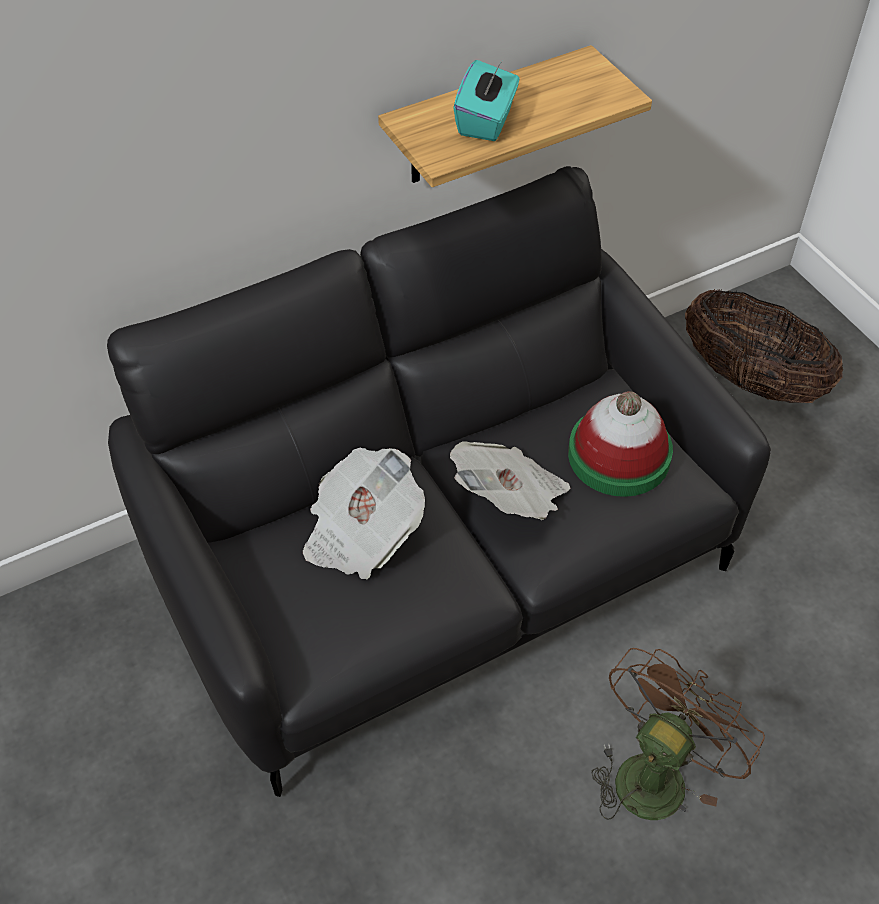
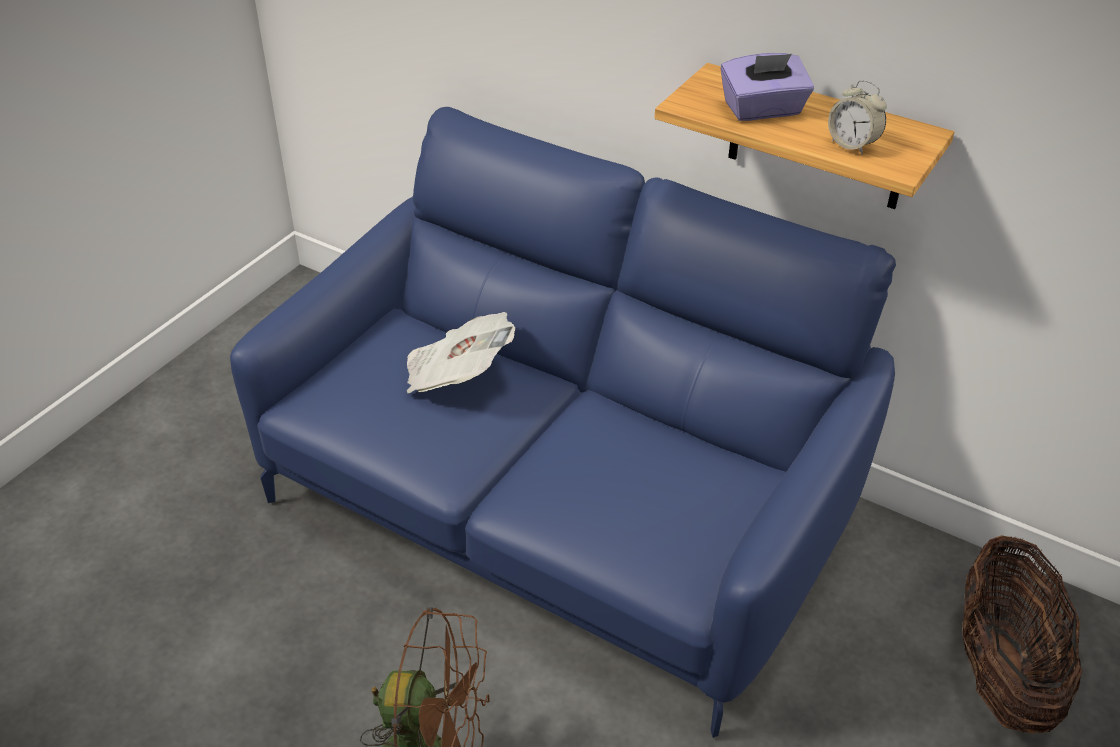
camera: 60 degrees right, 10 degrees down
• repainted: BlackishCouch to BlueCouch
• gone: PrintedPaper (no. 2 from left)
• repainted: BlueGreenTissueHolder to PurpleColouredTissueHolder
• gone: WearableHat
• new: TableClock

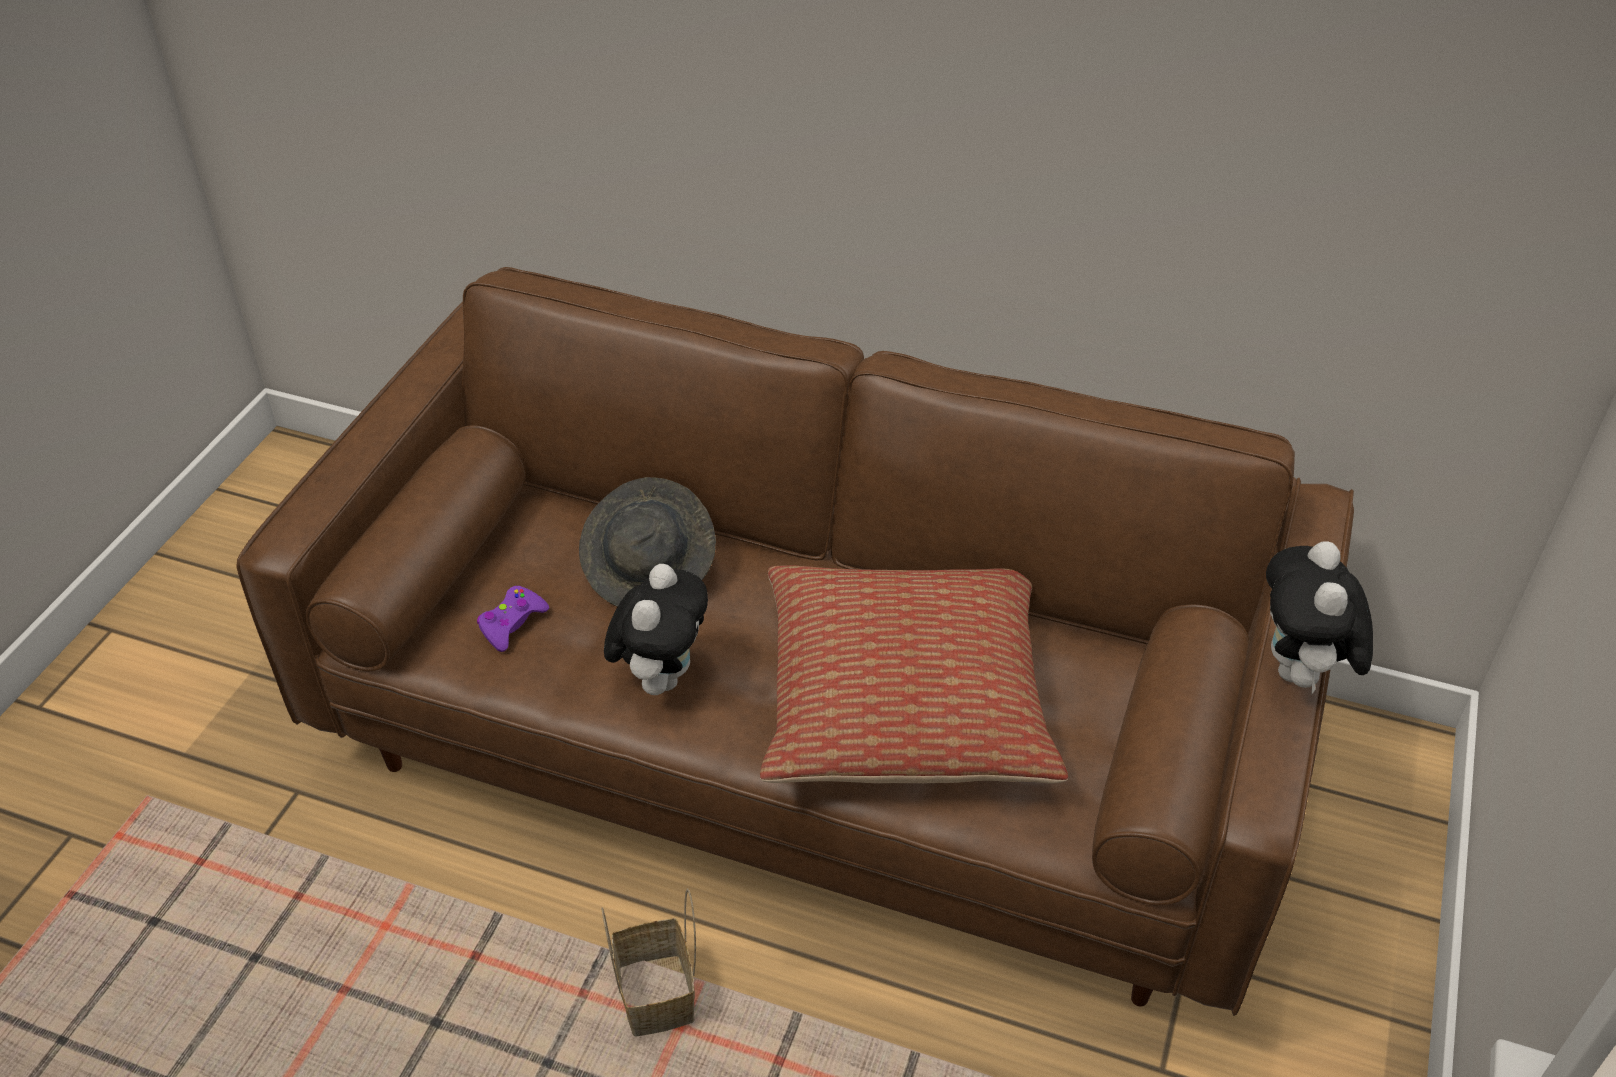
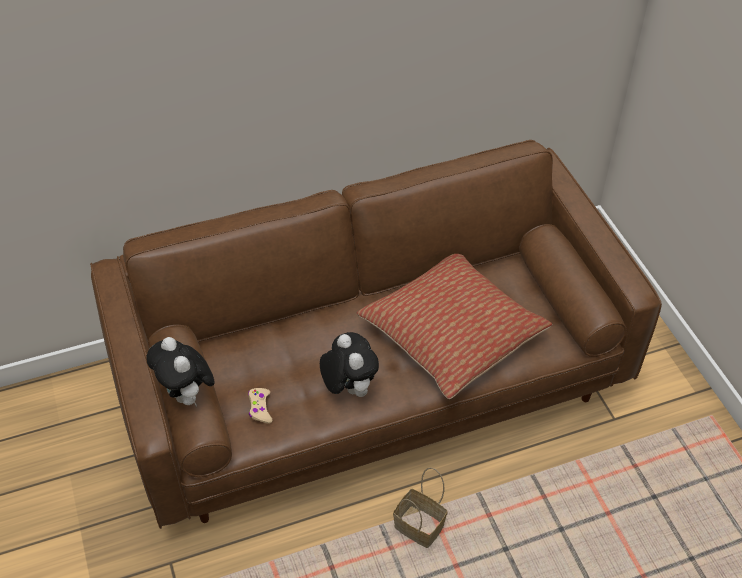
camera: 40 degrees left, 5 degrees up
• repainted: PurpleColouredGameController to BeigeGameController
• gone: GrayWearableHat
• shifted: SoftToy (no. 2 from left in the first image) to SoftToy (no. 1 from left)

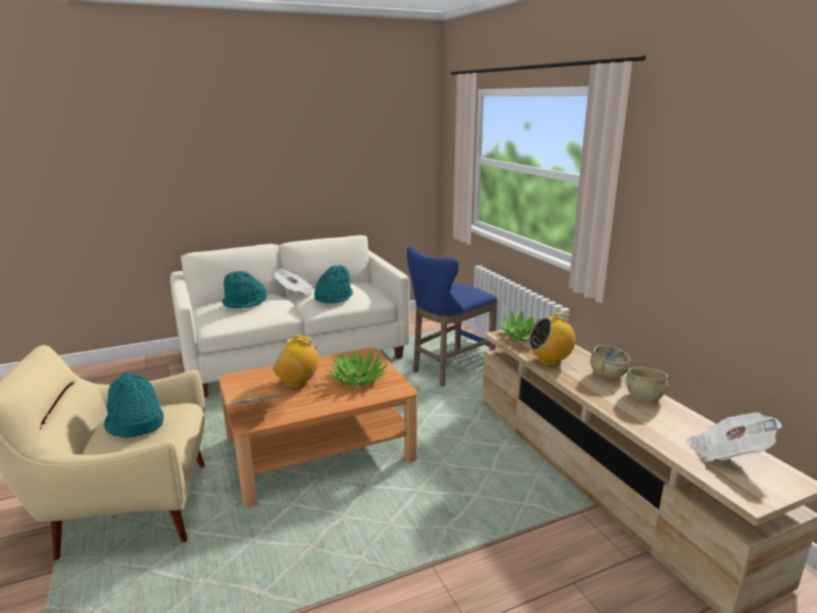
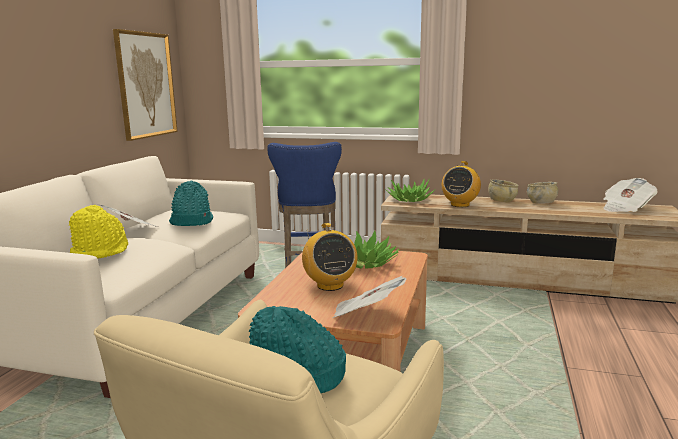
camera: 50 degrees left, 5 degrees down
• repainted: BlueGreenWearableHat (no. 2 from left) to YellowColouredWearableHat
• rotated: RadioSet (no. 1 from left) 60 degrees counterclockwise
• new: Picture

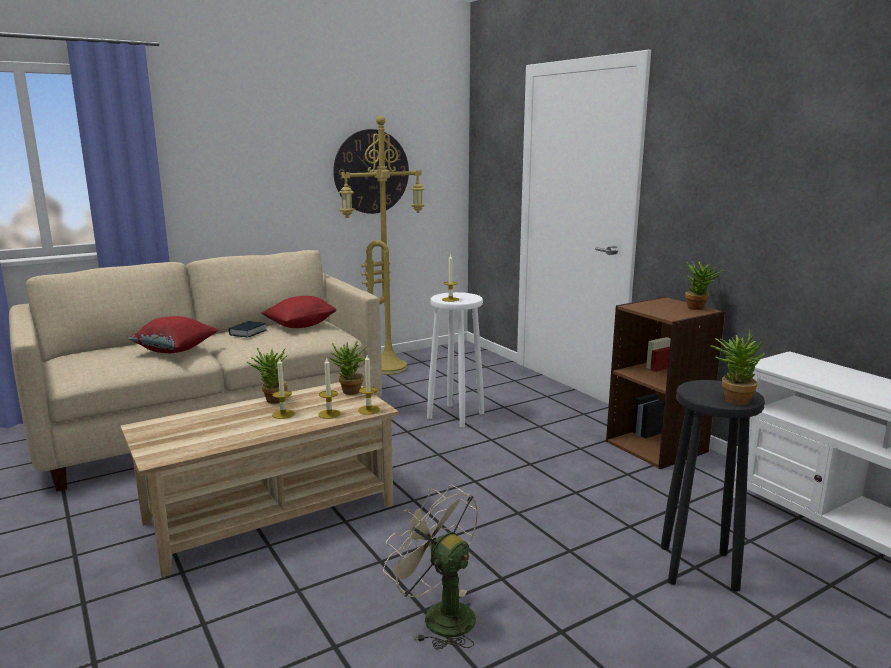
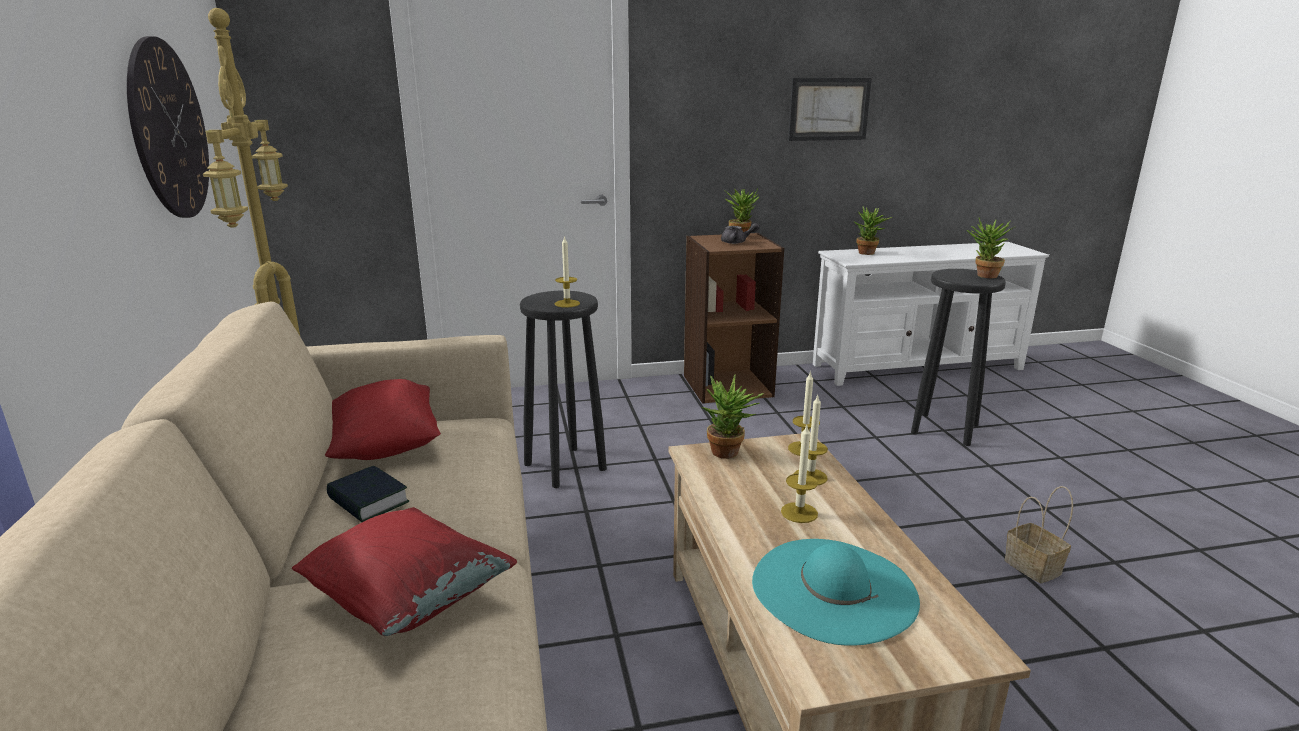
camera: 70 degrees left, 5 degrees up
• shifted: Houseplant (no. 1 from left in the first image) to Houseplant (no. 3 from left)
• swapped: BeigeCoolingFan to StorageBasket
• repainted: WhitishStool to BlackishStool (no. 1 from left)
• new: GrayTeapot
• new: BlueGreenWearableHat
• new: Picture

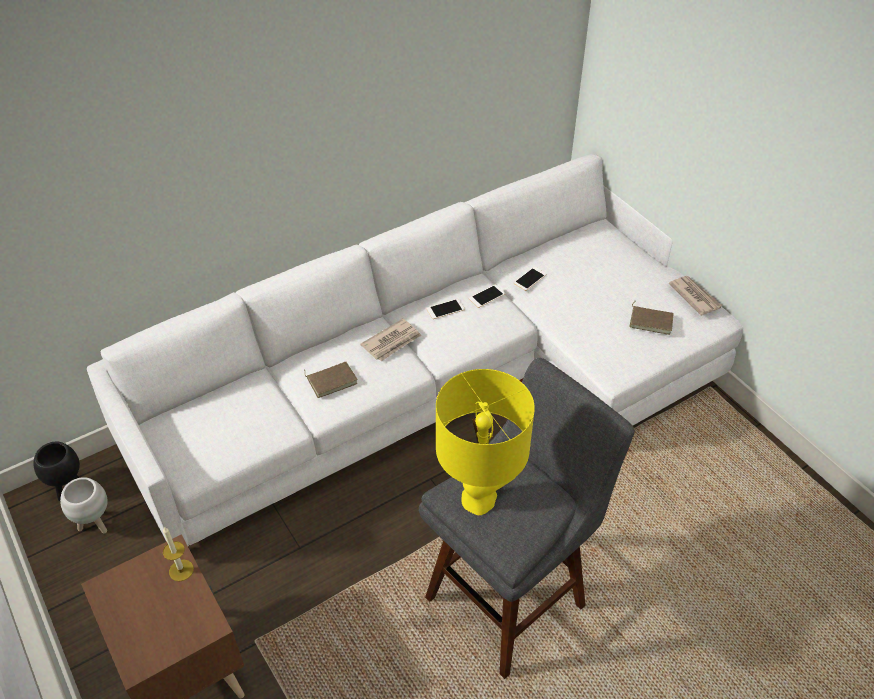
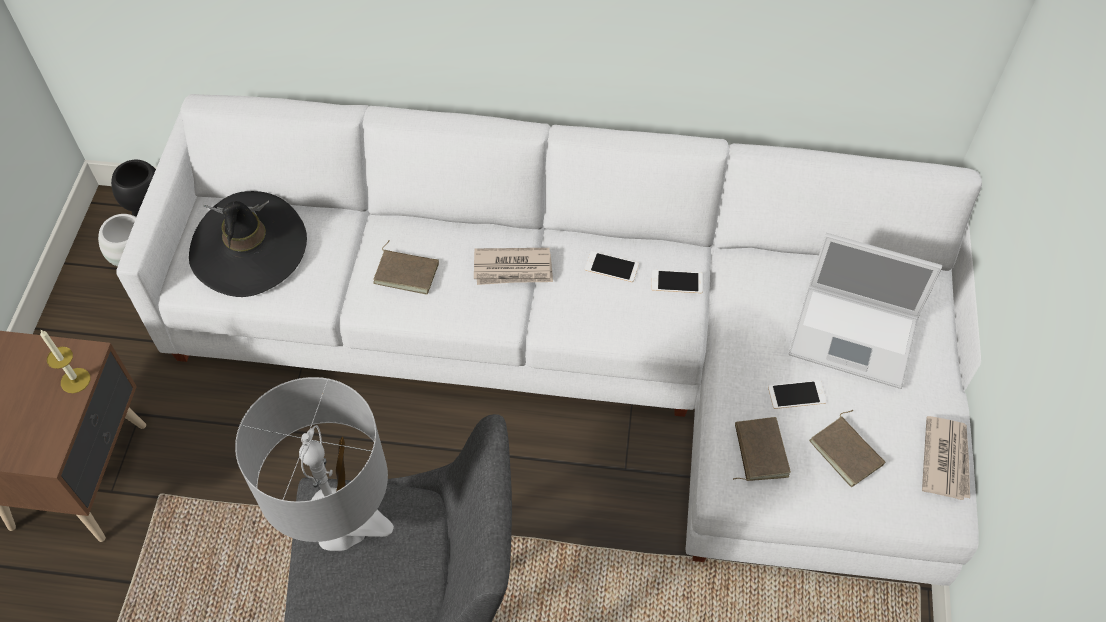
camera: 40 degrees right, 10 degrees up
• repainted: YellowColouredTabletopLamp to GrayTabletopLamp
• shifted: Handset (no. 3 from left)
• new: BlackishWearableHat
• new: BrownColouredVolume (no. 2 from left)
• new: PortableComputer

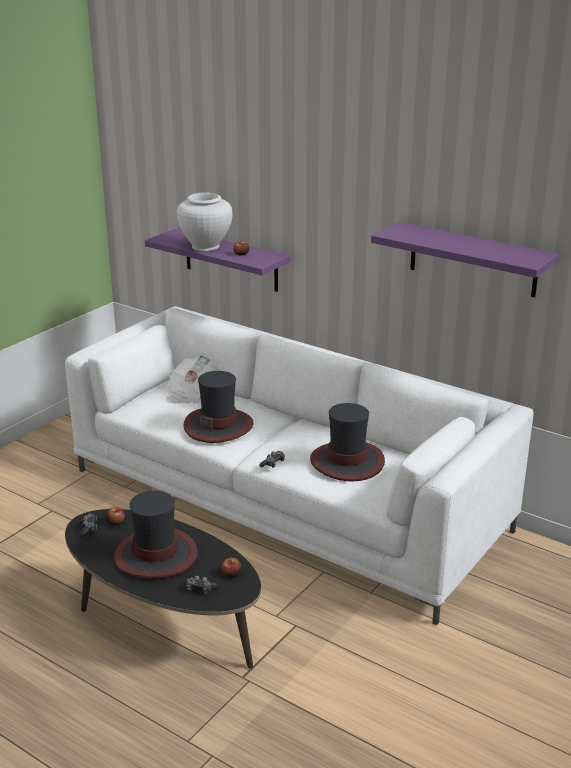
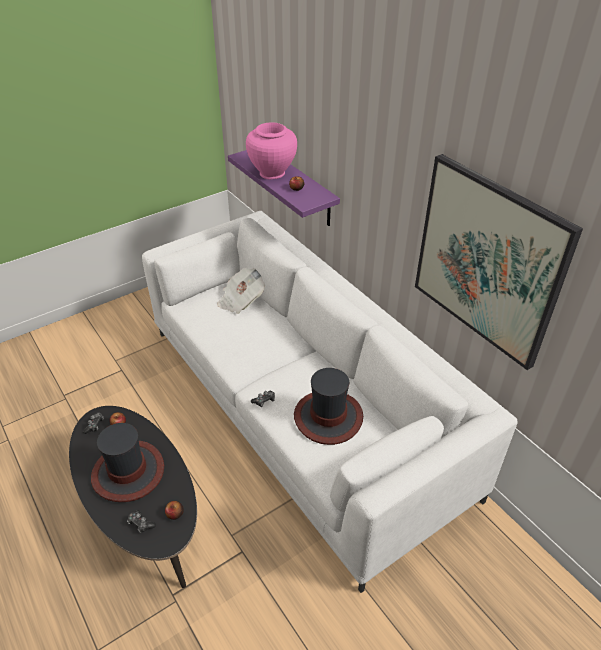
camera: 20 degrees right, 15 degrees up
• repainted: WhitishFlowerVase to PinkColouredFlowerVase
• gone: WearableHat (no. 2 from left)
• swapped: PurpleColouredBracketShelf (no. 2 from left) to Picture

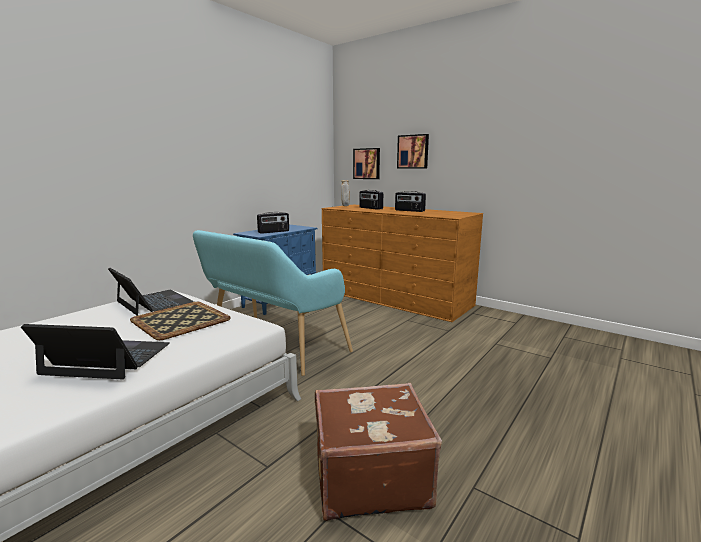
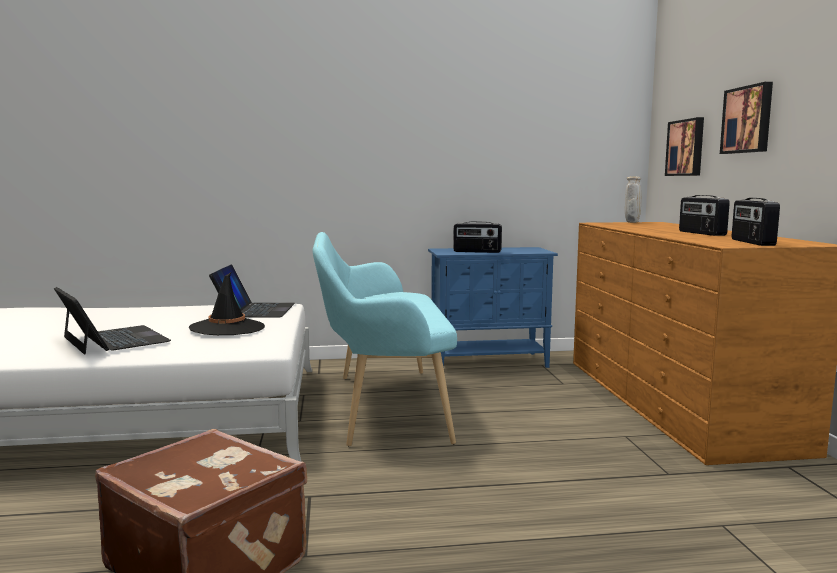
camera: 45 degrees right, 5 degrees down
• swapped: CarryingTray to BlackishWearableHat
• shifted: RadioSet (no. 2 from left in the first image) to RadioSet (no. 3 from left)

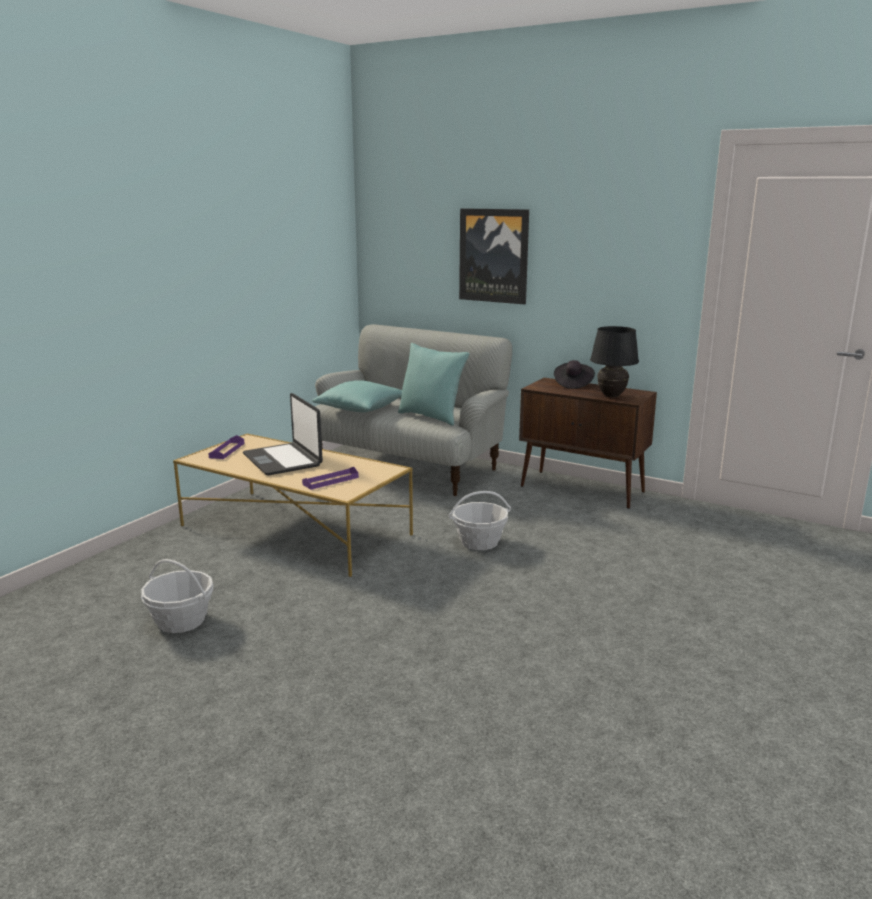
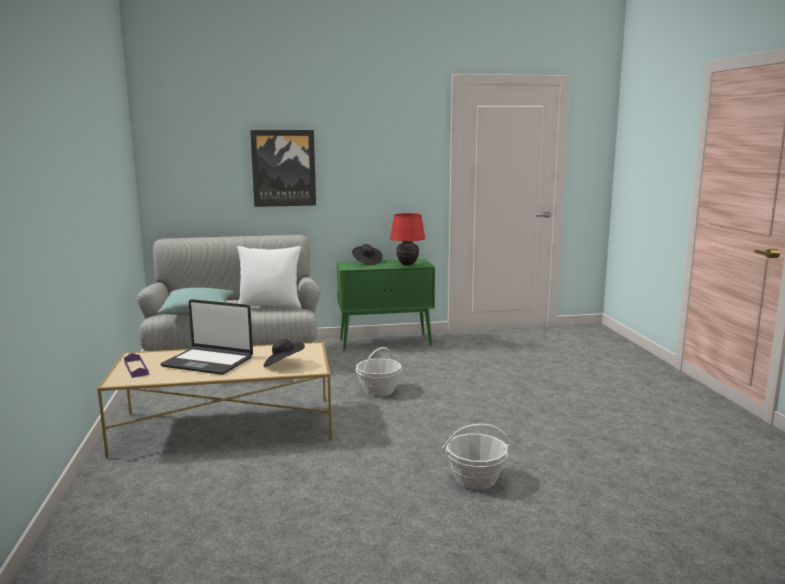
camera: 40 degrees left, 5 degrees down
• shifted: StorageBasket (no. 1 from left in the first image) to StorageBasket (no. 2 from left)
• swapped: PurpleColouredCarryingTray (no. 2 from left) to BlackishWearableHat (no. 1 from left)
• repainted: BlueGreenThrowPillow (no. 2 from left) to WhitishThrowPillow
• repainted: BrownColouredStorageCabinet to GreenStorageCabinet
• repainted: BlackishTabletopLamp to RedColouredTabletopLamp

